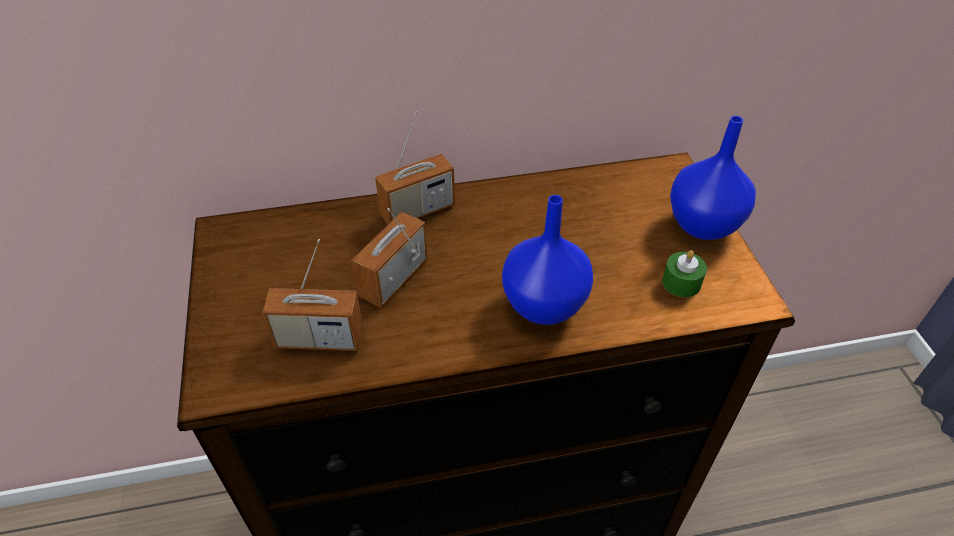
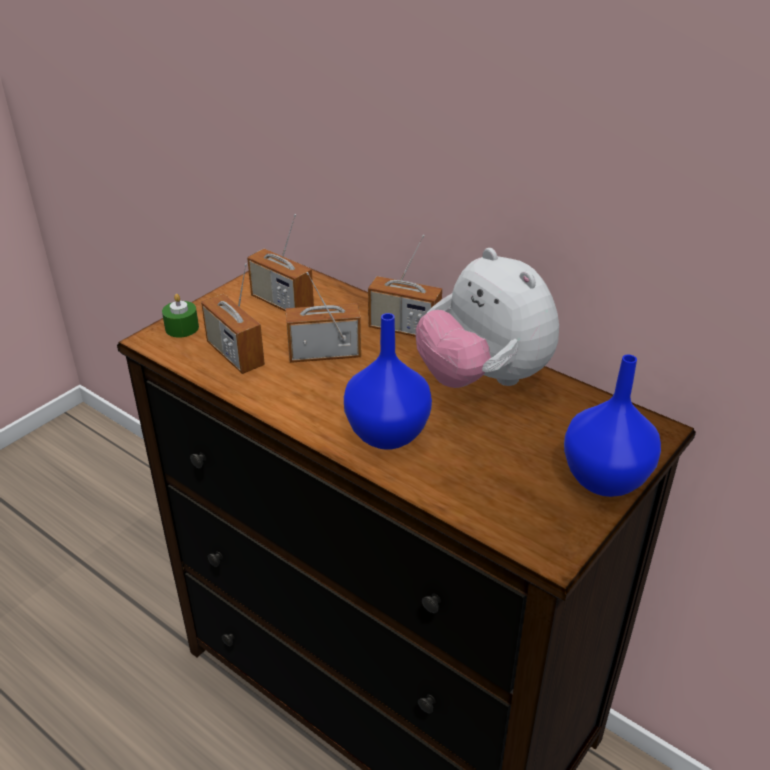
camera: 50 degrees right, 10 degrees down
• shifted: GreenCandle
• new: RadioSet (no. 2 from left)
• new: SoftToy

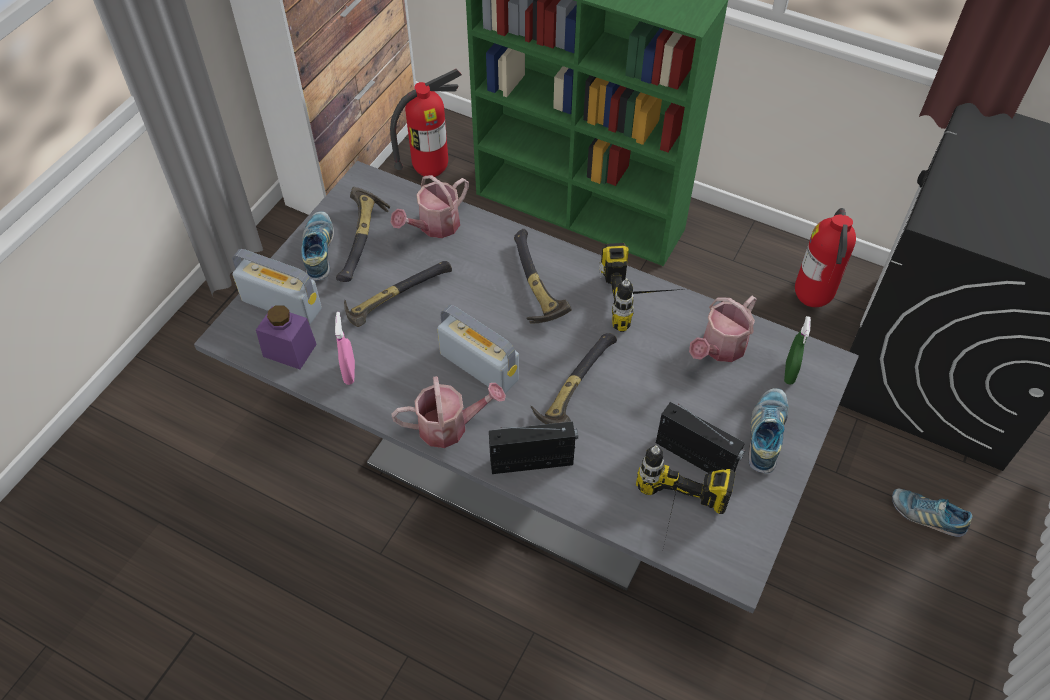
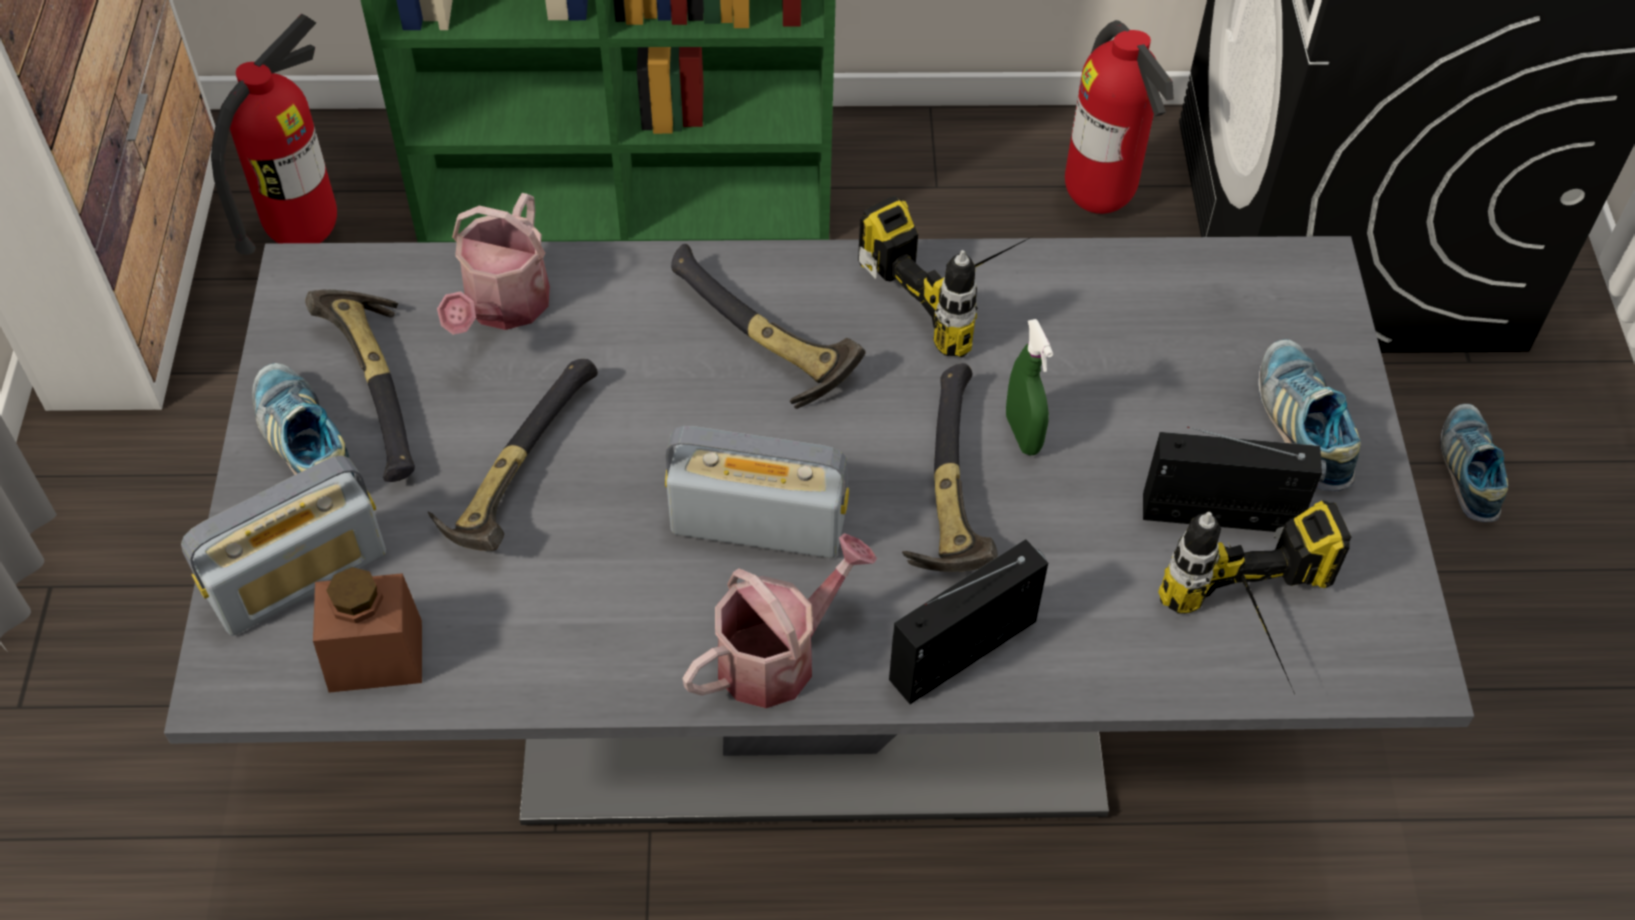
camera: 30 degrees left, 0 degrees up
• rotated: RadioSet (no. 1 from left) 150 degrees clockwise
• repainted: PurpleColouredPreserveJar to BrownColouredPreserveJar
• gone: PinkColouredHandSprayer
• gone: SprinklingCan (no. 3 from left)
• shifted: GreenHandSprayer
• rotated: ItemOfFootwear (no. 3 from left) 90 degrees clockwise

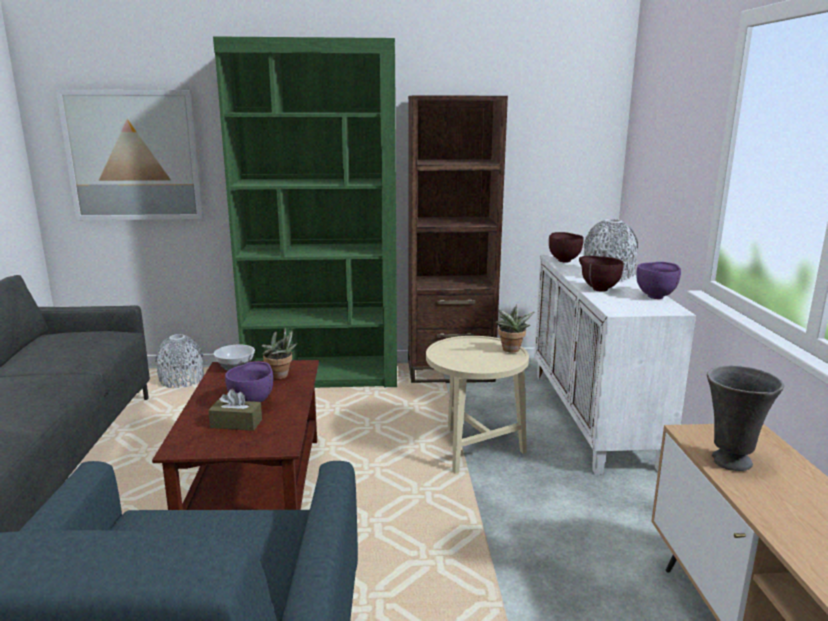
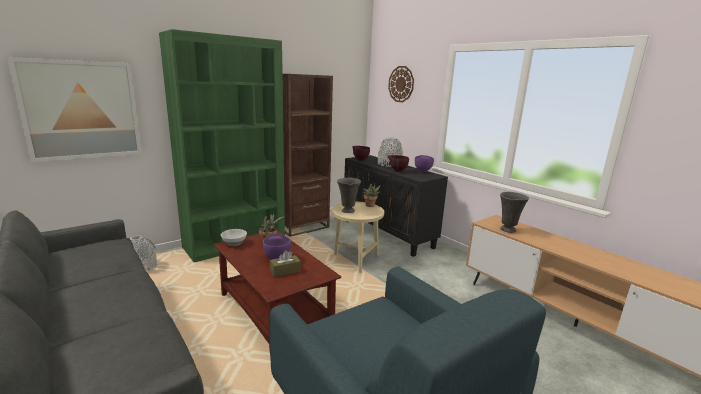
camera: 35 degrees left, 0 degrees up
• repainted: WhitishStorageCabinet to BlackishStorageCabinet
• new: GrayFlowerVase (no. 2 from left)
• new: ClockOnTheWall

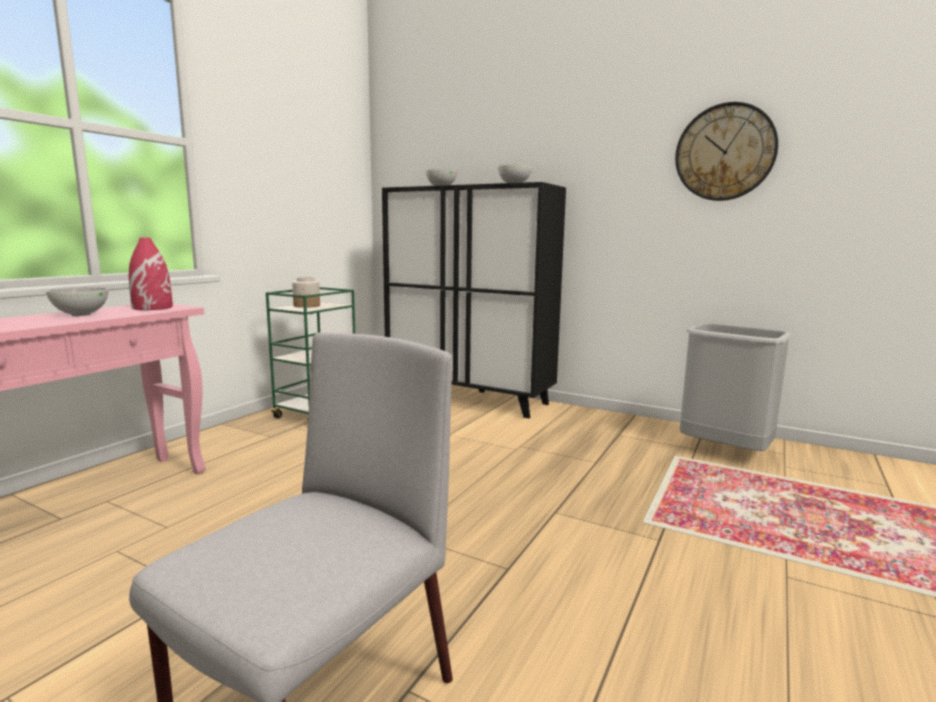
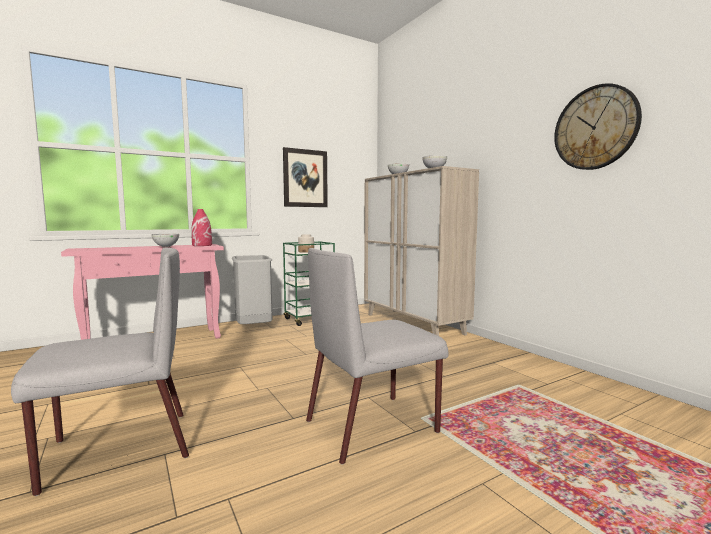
camera: 30 degrees right, 5 degrees down
• repainted: BlackishStorageCabinet to BeigeStorageCabinet
• shifted: GrayTrashCan
• new: Picture
• new: GrayPlainChair (no. 2 from left)

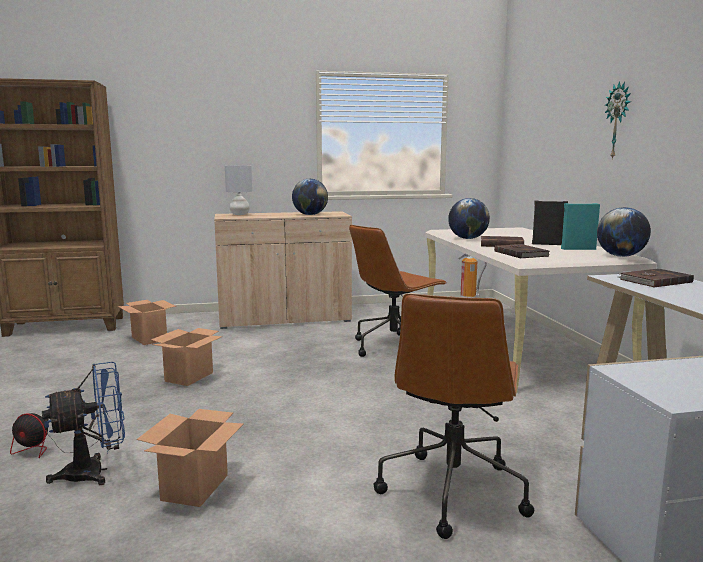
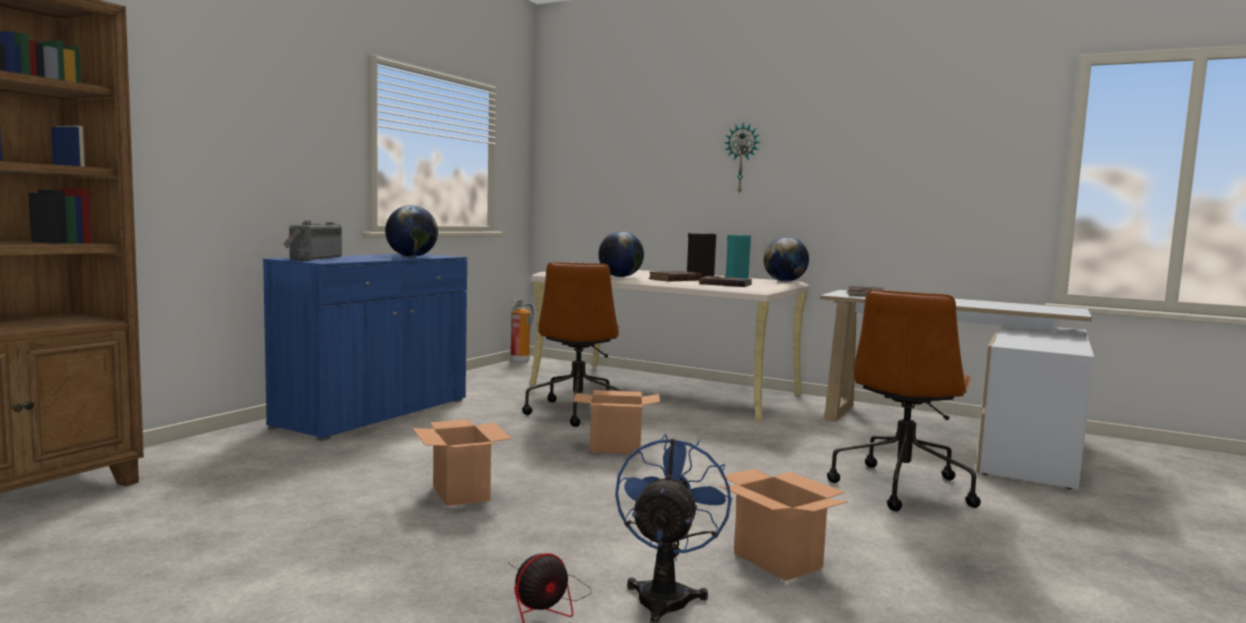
camera: 50 degrees left, 5 degrees down
• shifted: Carton (no. 1 from left in the first image) to Carton (no. 2 from left)
• repainted: BeigeStorageCabinet to BlueStorageCabinet
• swapped: GrayTabletopLamp to RadioSet
• rotated: BrownColouredOfficeChair (no. 2 from left) 60 degrees clockwise

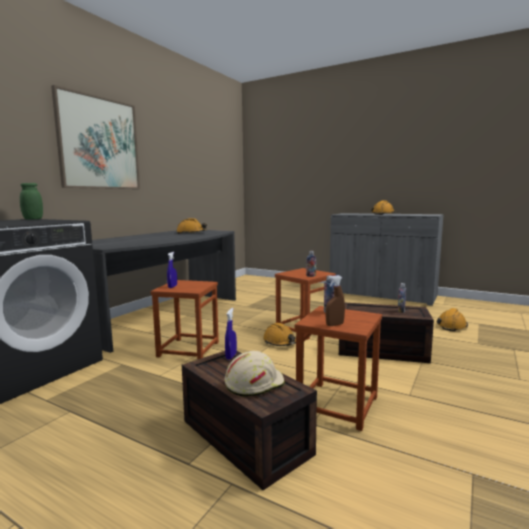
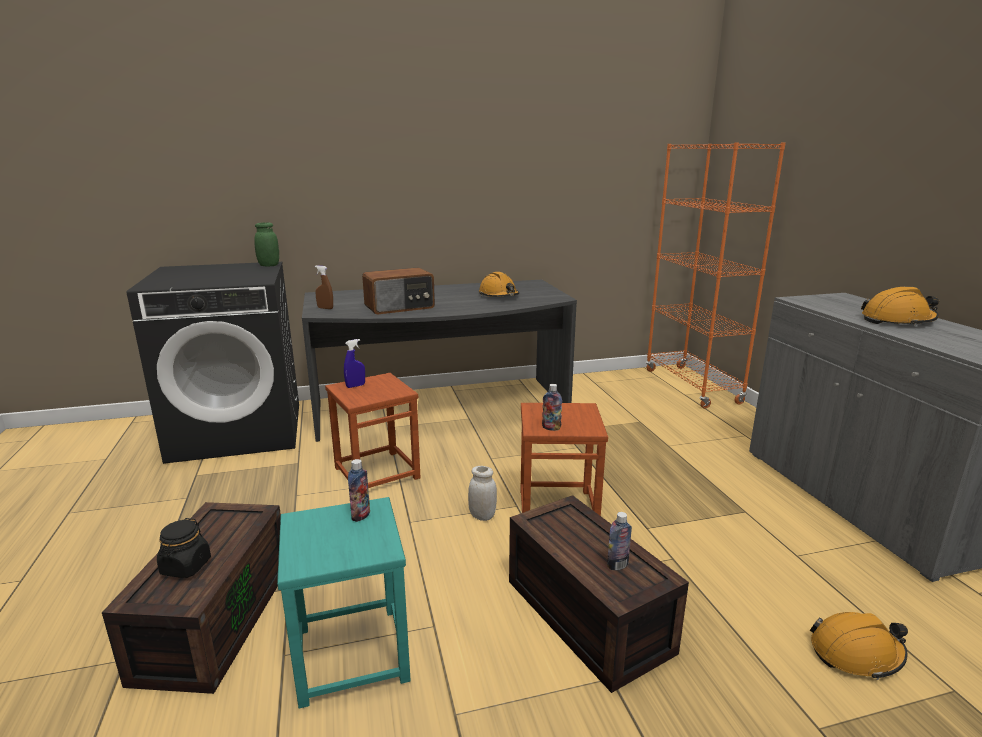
camera: 45 degrees right, 10 degrees up
• gone: Picture
• gone: BlueHandSprayer (no. 2 from left)
• swapped: BeigeWorkHelmet to BlackishPreserveJar
• swapped: OrangeColouredWorkHelmet (no. 2 from left) to WhitishPreserveJar
• repainted: BrownColouredStool (no. 3 from left) to BlueGreenStool
• shifted: BrownColouredHandSprayer
• new: RadioSet
• new: OrangeColouredBookcase

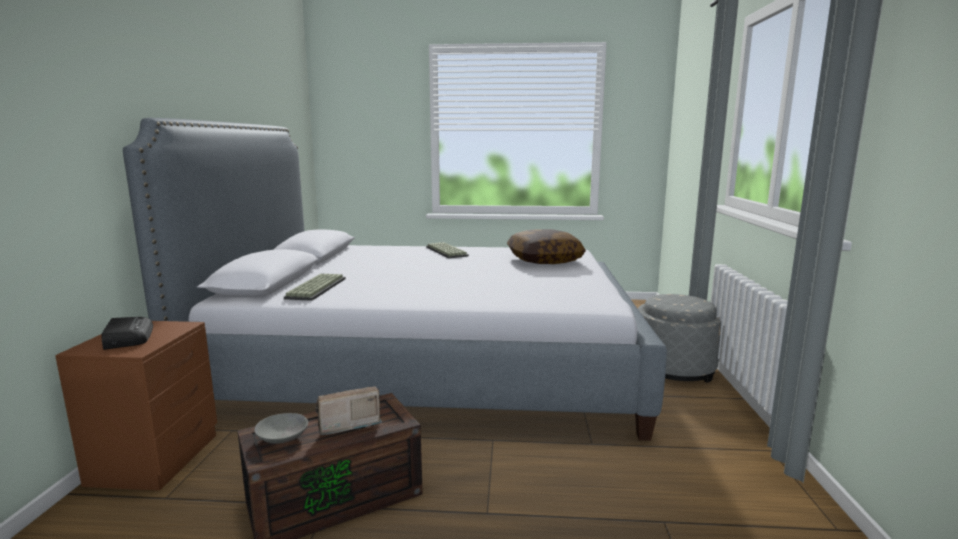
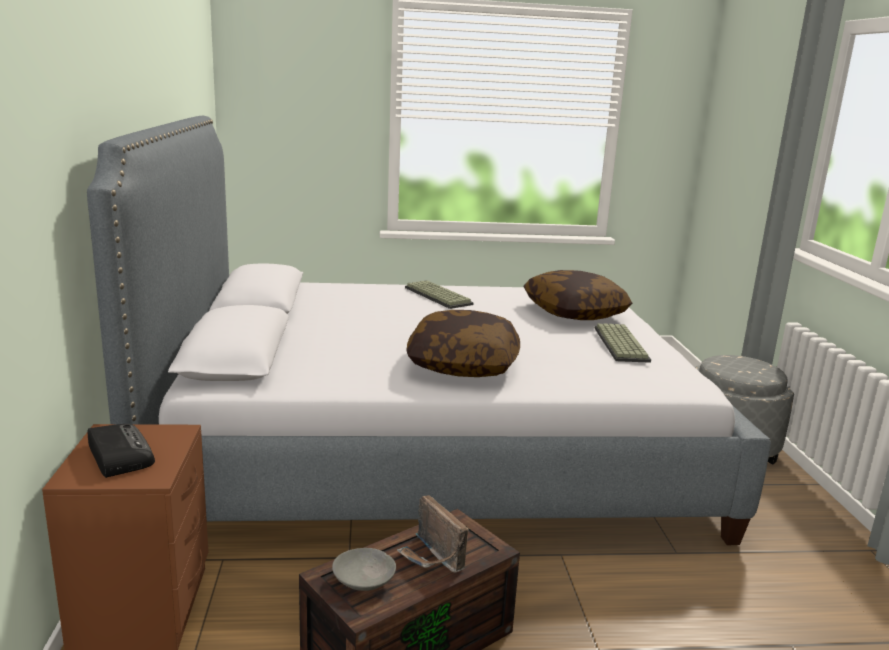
camera: 10 degrees left, 5 degrees up
• shifted: PcKeyboard (no. 1 from left in the first image) to PcKeyboard (no. 2 from left)
• rotated: RadioSet (no. 2 from left) 90 degrees counterclockwise
• new: ThrowPillow (no. 1 from left)

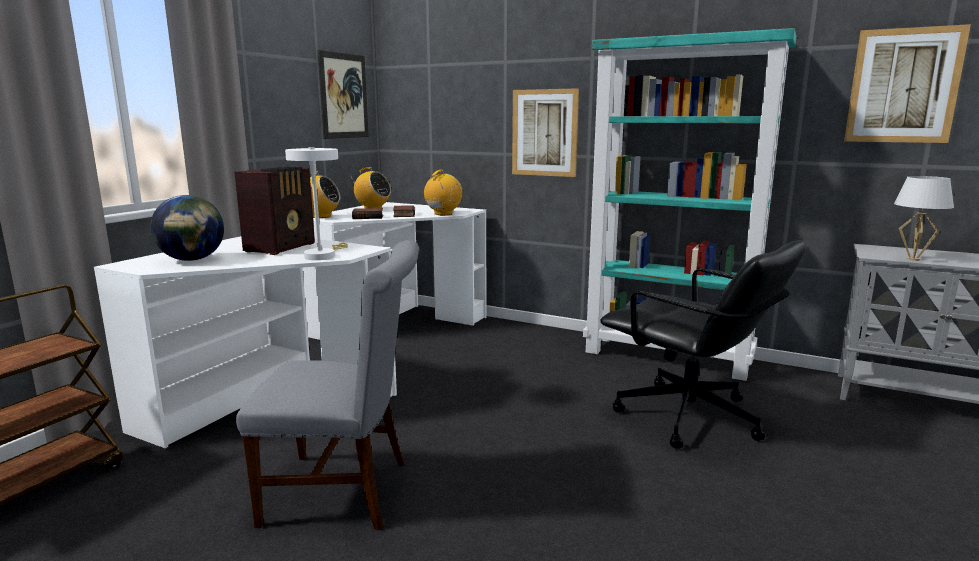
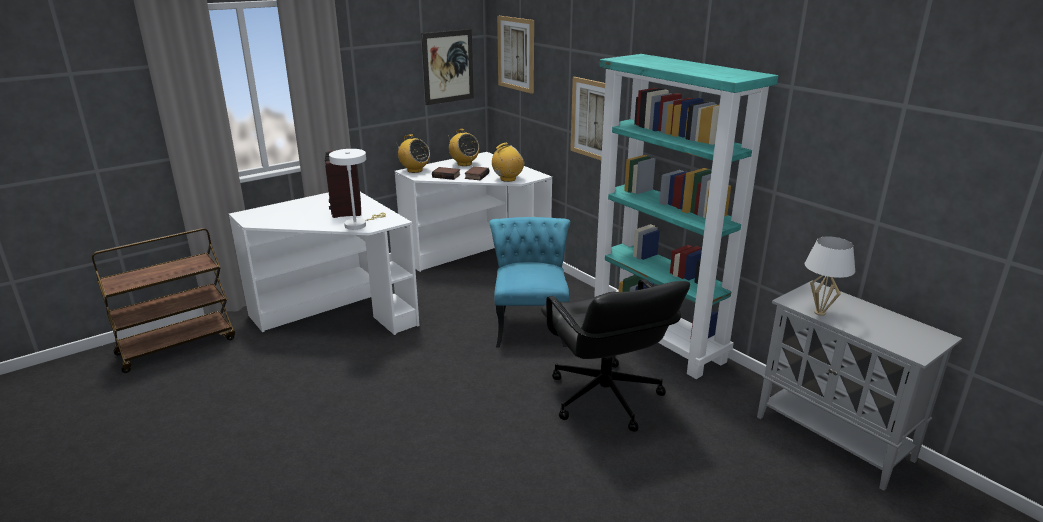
camera: 25 degrees right, 10 degrees up
• gone: Globe
• rotated: RadioSet (no. 1 from left) 120 degrees clockwise
• gone: GrayPlainChair
• shifted: Picture (no. 3 from left in the first image) to Picture (no. 2 from left)
• new: BlueGreenPlainChair

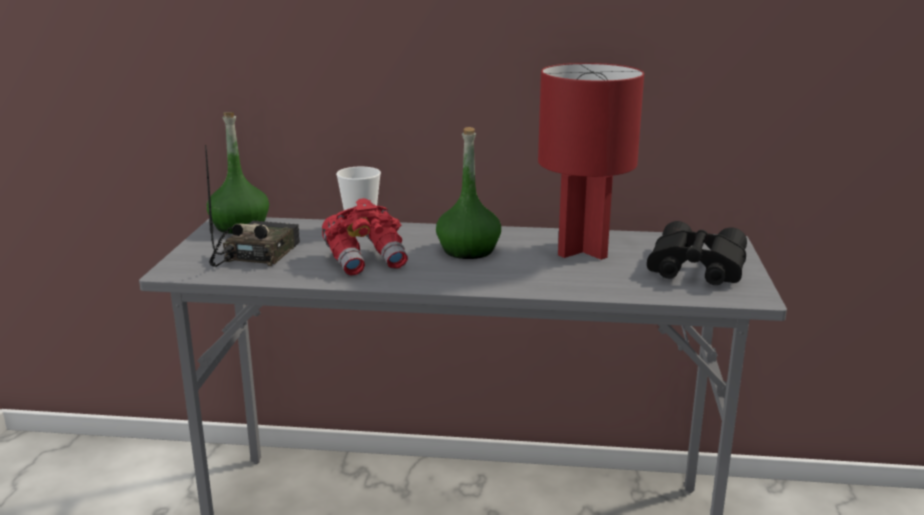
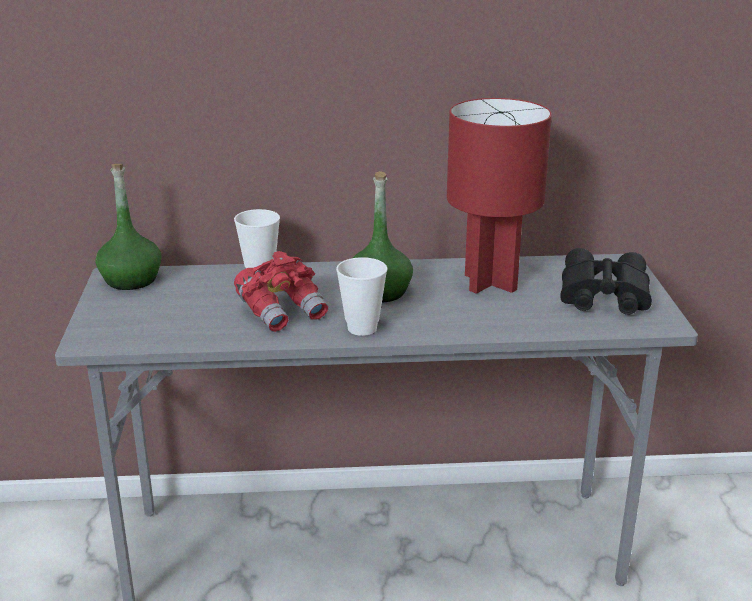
camera: 10 degrees left, 5 degrees up
• gone: RadioSet
• new: DrinkingCup (no. 2 from left)

